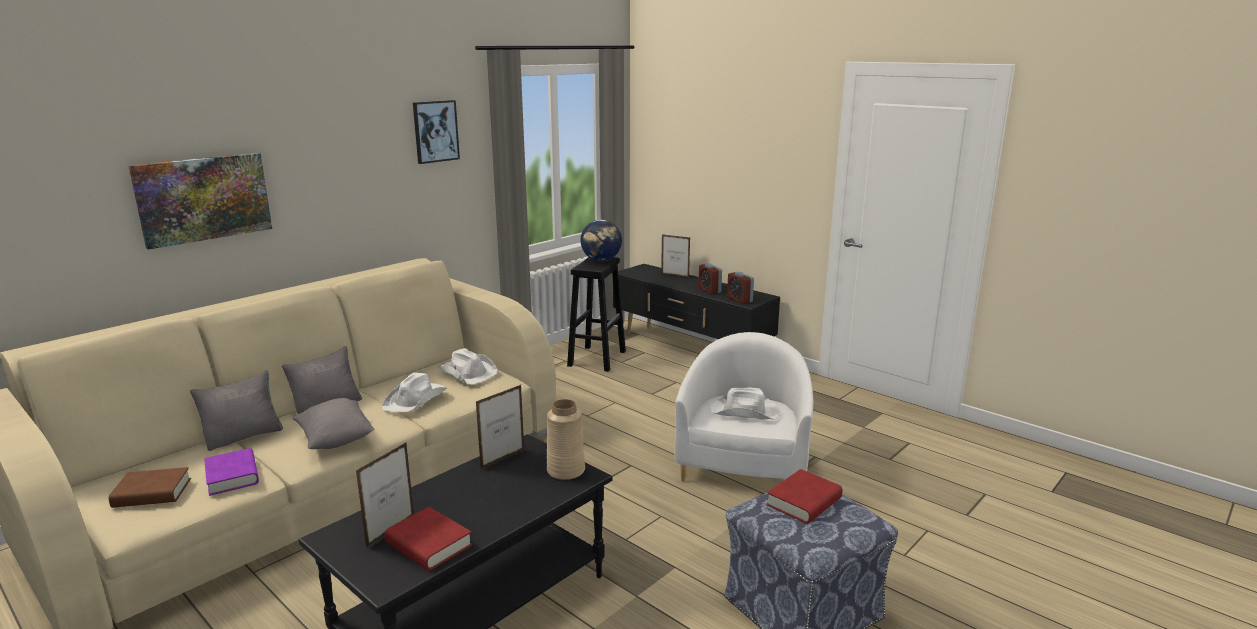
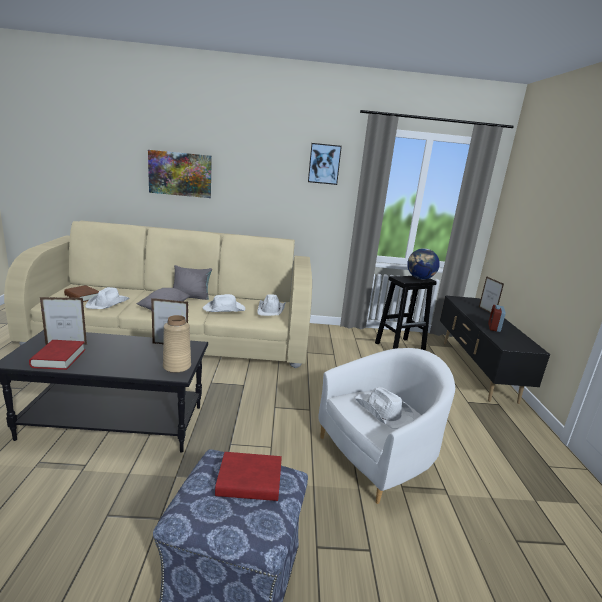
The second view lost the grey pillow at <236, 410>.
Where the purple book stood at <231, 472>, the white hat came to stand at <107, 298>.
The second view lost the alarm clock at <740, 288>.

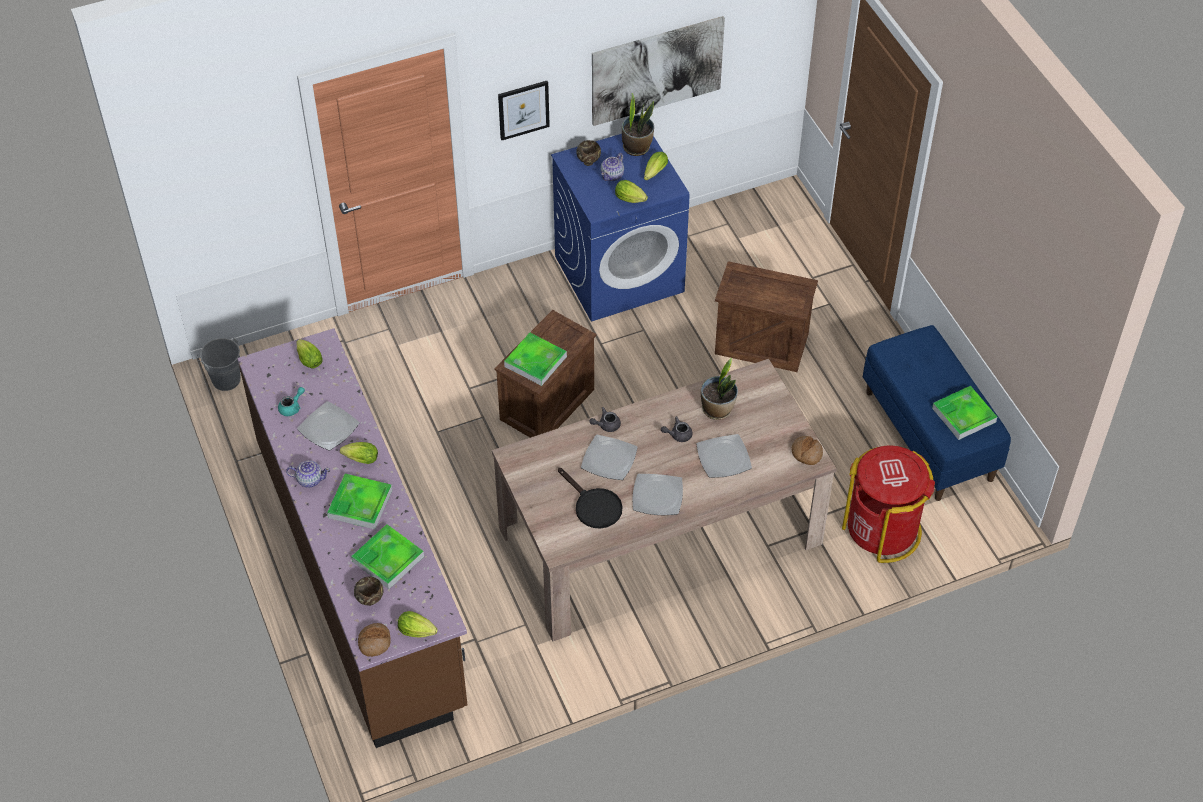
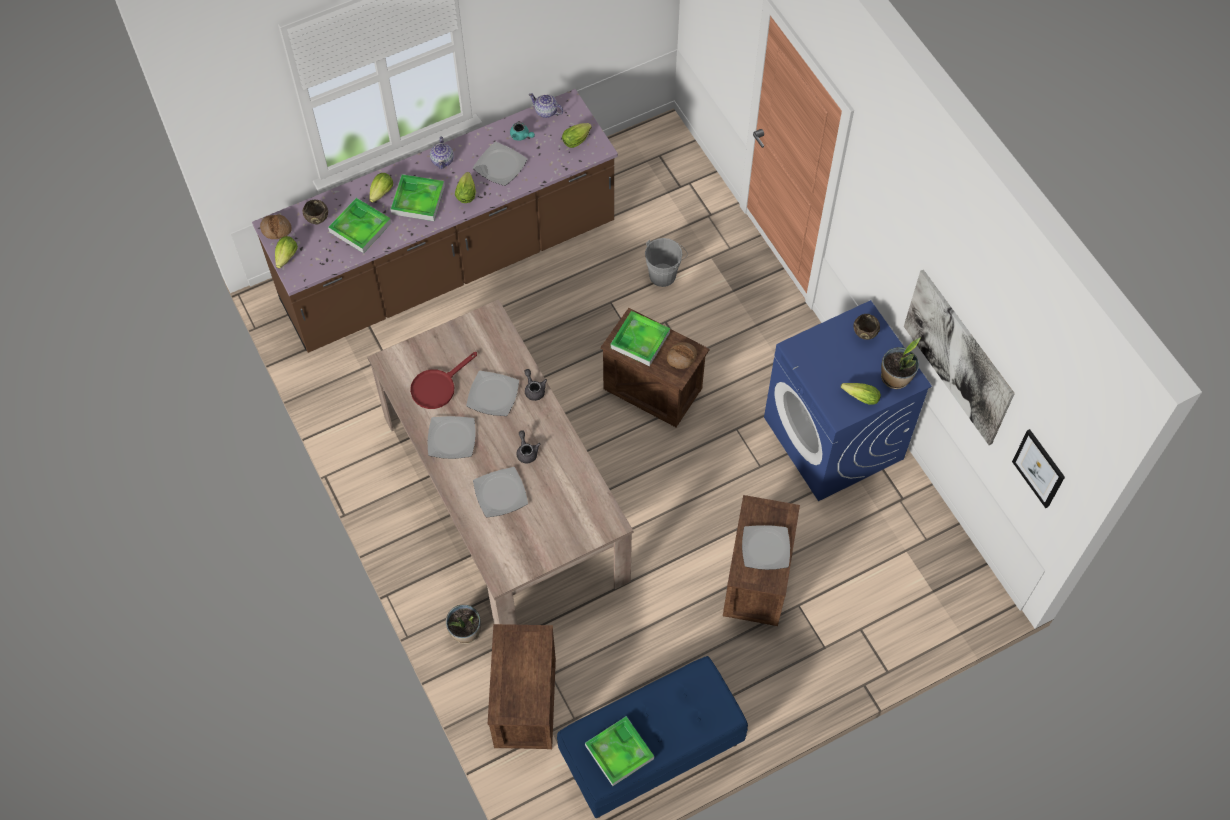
The grey bucket ended up elsewhere, having gone from <218, 364> to <666, 262>.
The picture ended up elsewhere, having gone from <524, 110> to <1038, 468>.
What was the black frying pan at <590, 498> turned into the red frying pan at <443, 380>.
The teapot ended up elsewhere, having gone from <612, 167> to <546, 105>.
The lettuce ended up elsewhere, having gone from <631, 191> to <381, 188>.
The potted plant ended up elsewhere, having gone from <719, 389> to <463, 624>.
The bread ended up elsewhere, having gone from <807, 450> to <682, 355>.
Where the red trash can stood at <888, 504>, the crate came to stand at <522, 686>.
The second view gained the plate at <766, 547>.

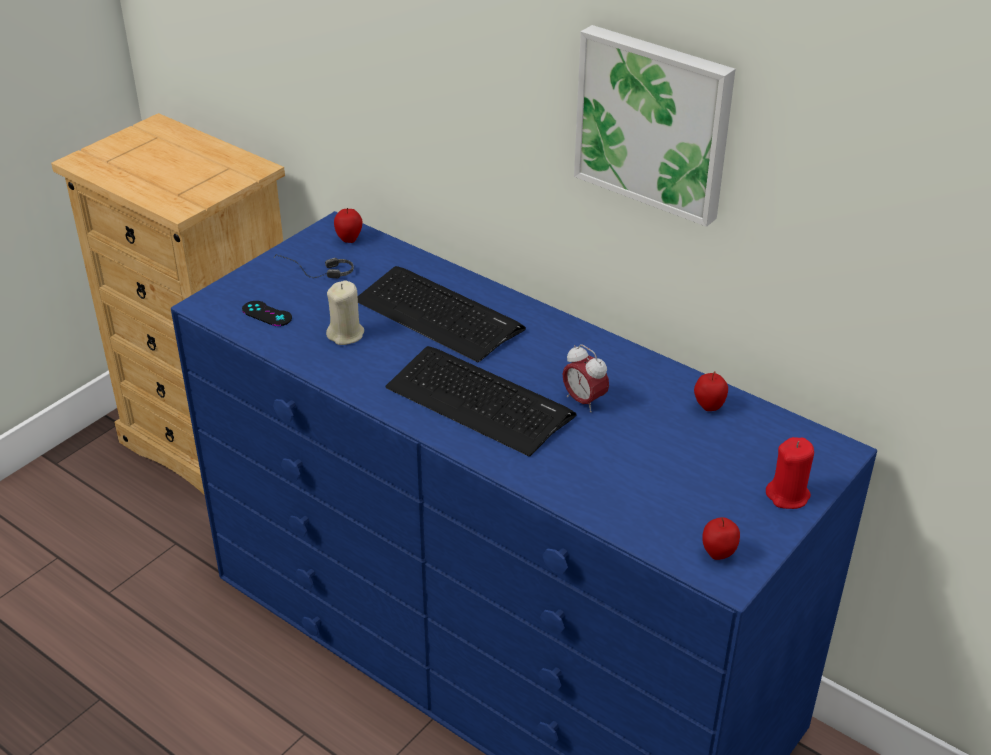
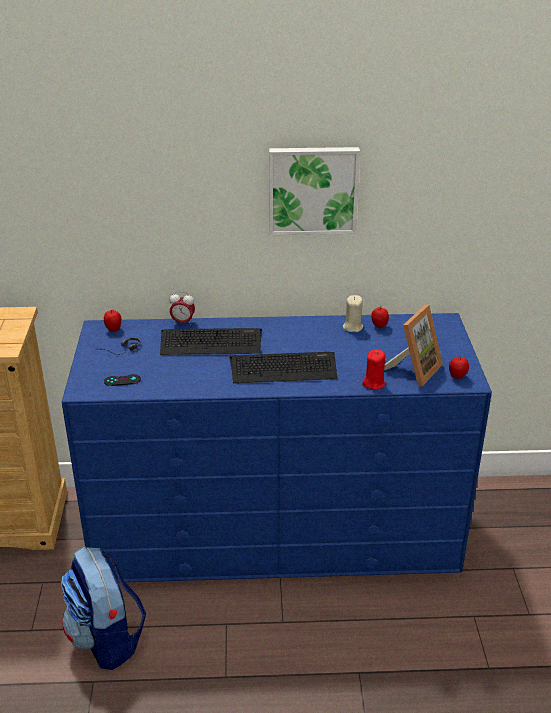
The beige candle ended up elsewhere, having gone from <345, 313> to <353, 313>.
The alarm clock ended up elsewhere, having gone from <585, 378> to <182, 308>.
The red candle ended up elsewhere, having gone from <790, 473> to <373, 369>.
The second view gained the backpack at <103, 608>.
The second view gained the picture frame at <413, 345>.

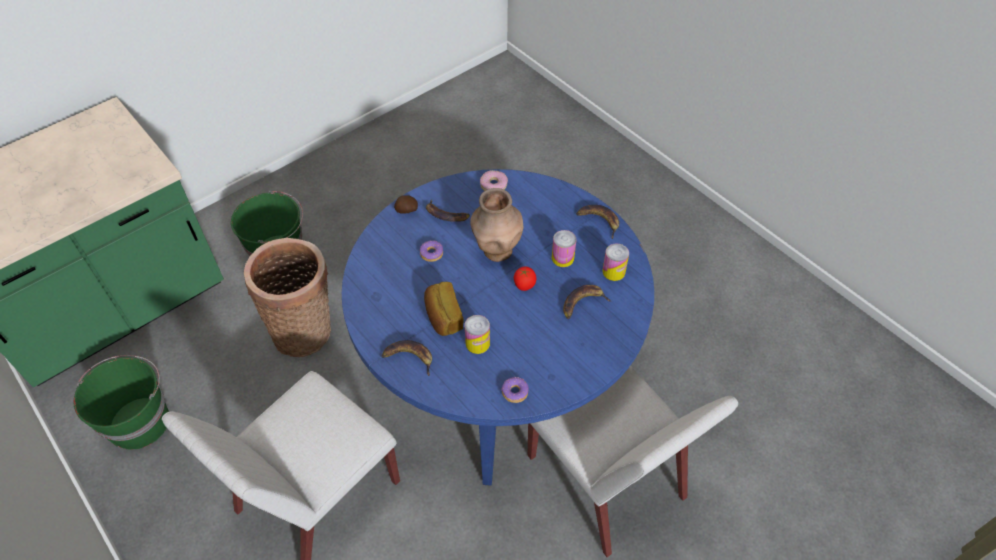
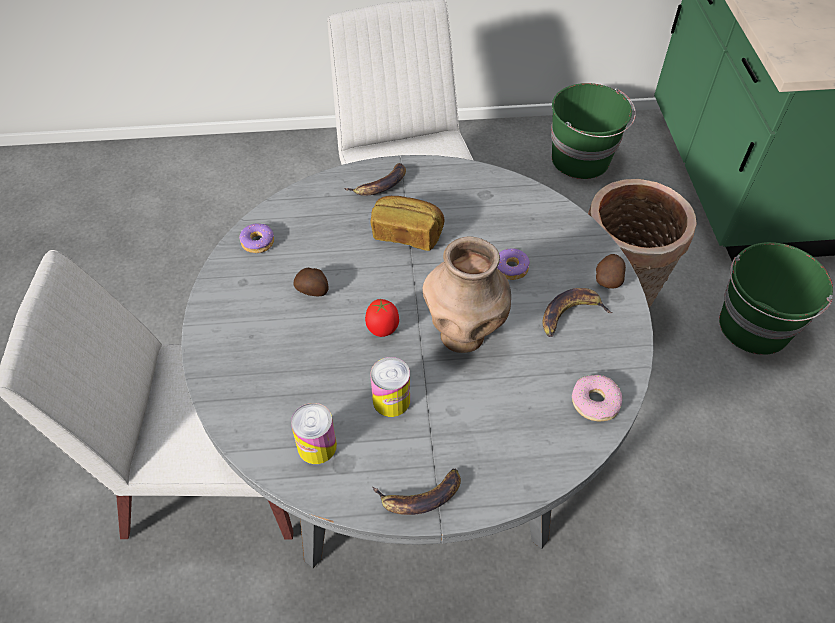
What was the blue dining table at <498, 327> turned into the grey dining table at <417, 362>.
The second view lost the can at <477, 334>.
The second view lost the banana at <587, 302>.
The second view gained the potato at <311, 282>.

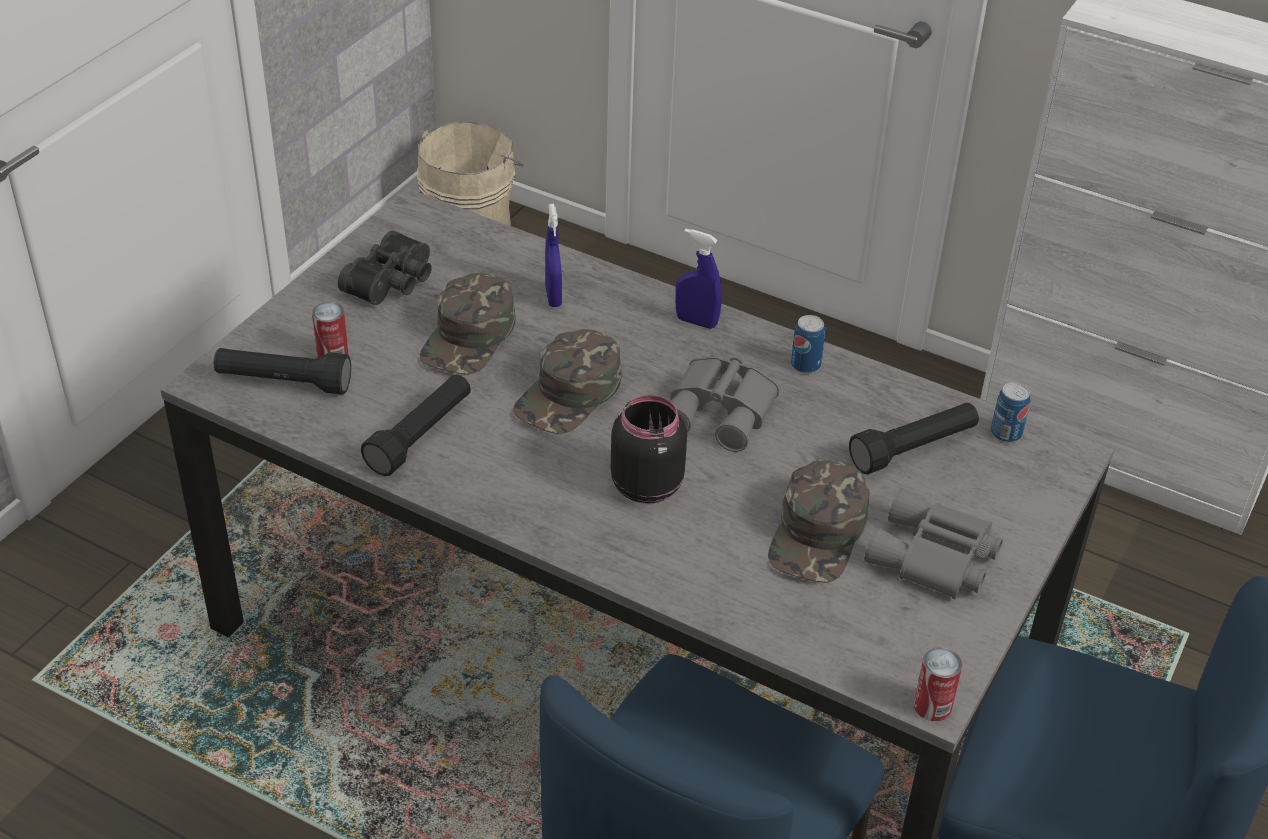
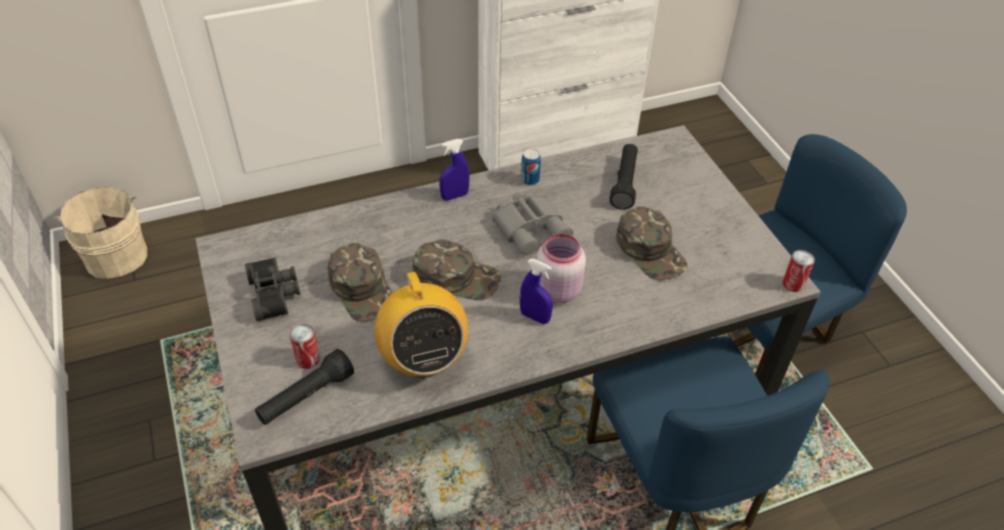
Where the black flashlight stood at <416, 425>, the radio came to stand at <422, 325>.
The green cap at <567, 381> ended up facing another way, 60 degrees counterclockwise from before.
The blue spray bottle ended up elsewhere, having gone from <553, 255> to <536, 291>.
What was the black jar at <649, 449> turned into the pink jar at <561, 268>.
The second view lost the grey binoculars at <933, 543>.
The second view lost the can at <1011, 412>.

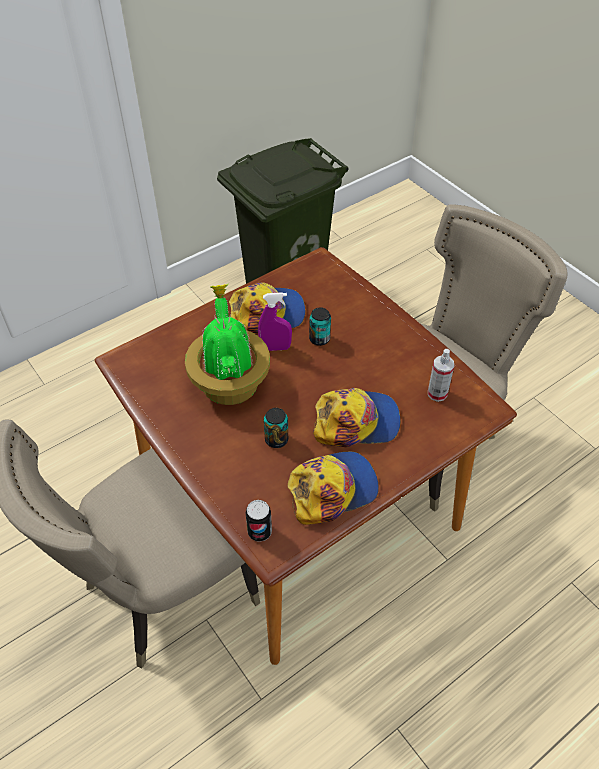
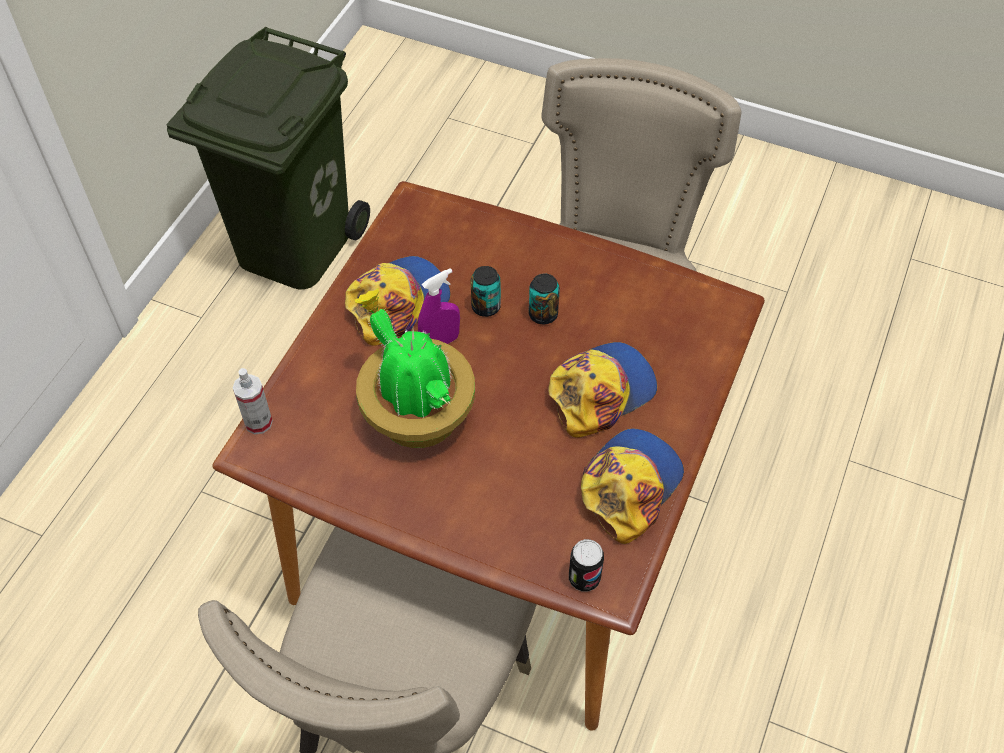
The can ended up elsewhere, having gone from <276, 428> to <544, 299>.
The spray bottle ended up elsewhere, having gone from <441, 375> to <253, 401>.

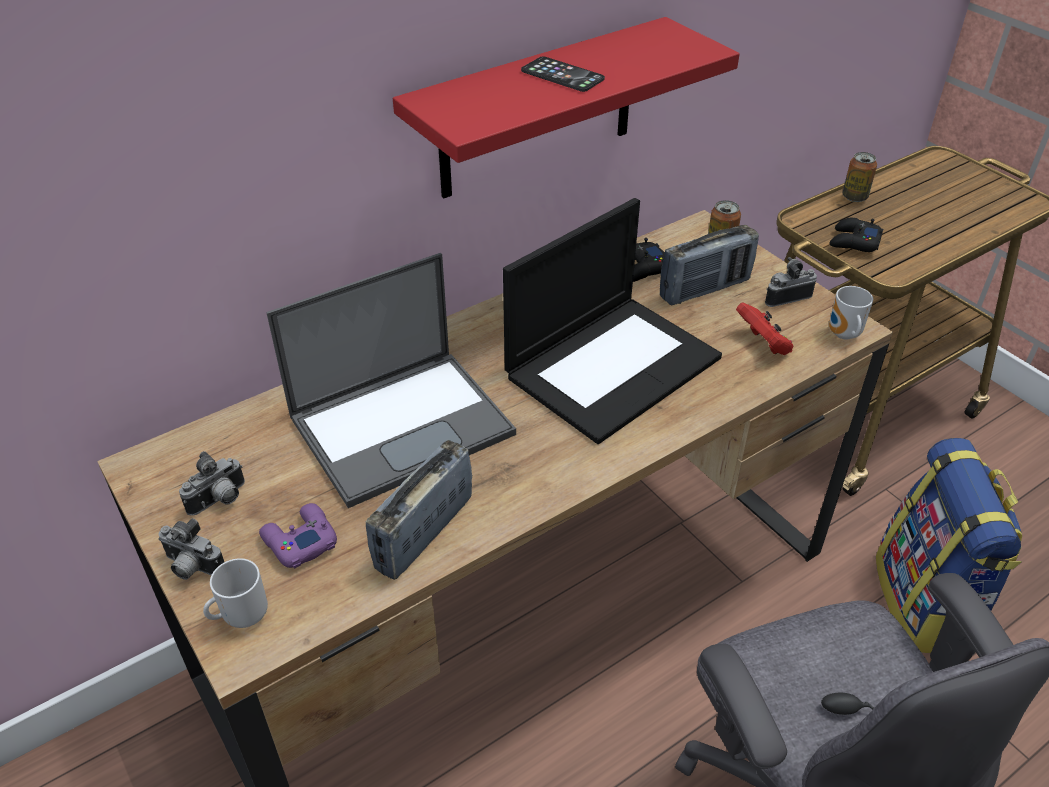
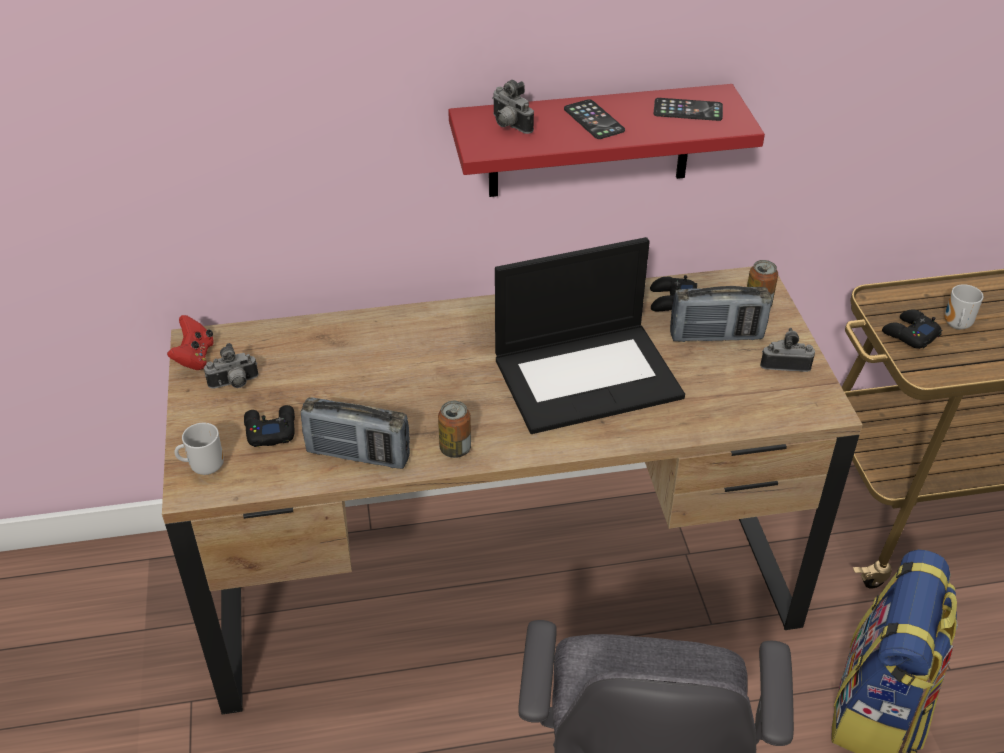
The photo camera ended up elsewhere, having gone from <191, 549> to <513, 107>.
What was the purple game controller at <298, 536> turned into the black game controller at <269, 426>.
The second view lost the laptop at <391, 380>.
The radio at <419, 510> ended up facing another way, 135 degrees counterclockwise from before.
The red game controller ended up elsewhere, having gone from <765, 328> to <190, 342>.
The mug ended up elsewhere, having gone from <851, 312> to <964, 307>.
The can ended up elsewhere, having gone from <860, 177> to <454, 429>.
The second view gained the phone at <688, 109>.

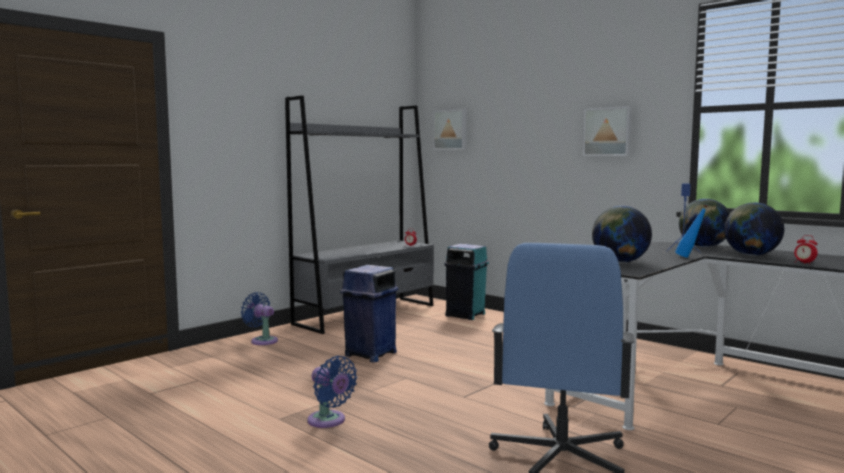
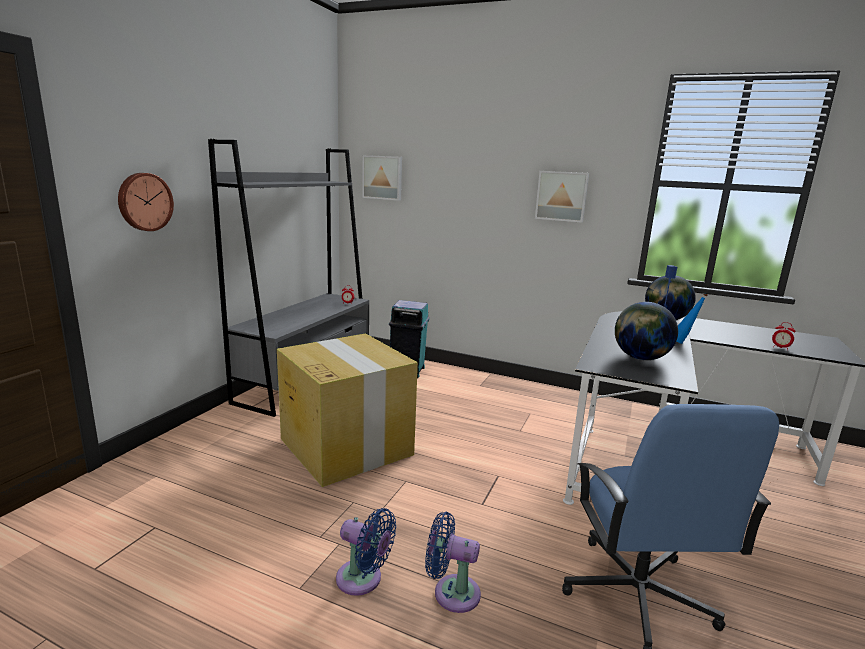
The blue fan ended up elsewhere, having gone from <259, 318> to <453, 562>.
Where the blue trash can stood at <369, 313>, the cardboard box came to stand at <347, 410>.
The second view lost the globe at <754, 229>.
The second view gained the wall clock at <146, 202>.

